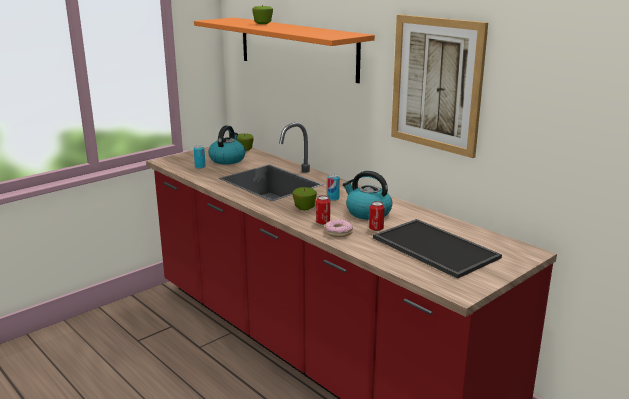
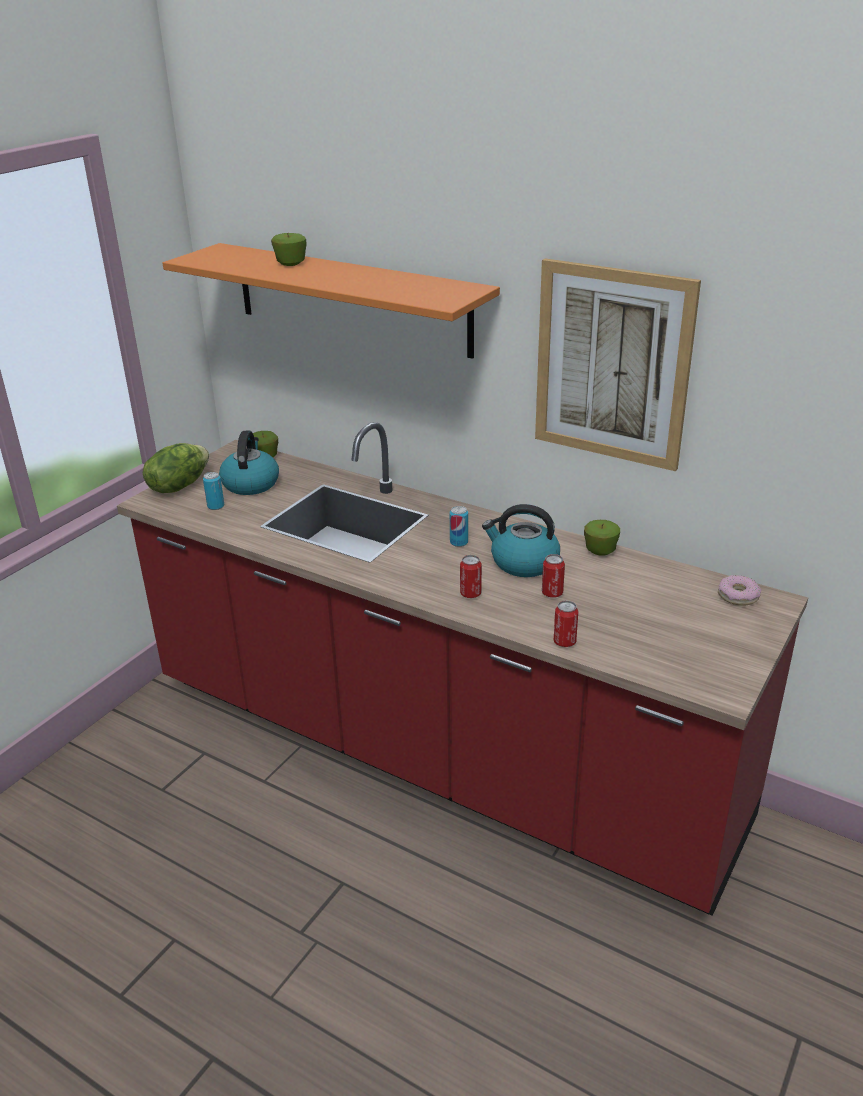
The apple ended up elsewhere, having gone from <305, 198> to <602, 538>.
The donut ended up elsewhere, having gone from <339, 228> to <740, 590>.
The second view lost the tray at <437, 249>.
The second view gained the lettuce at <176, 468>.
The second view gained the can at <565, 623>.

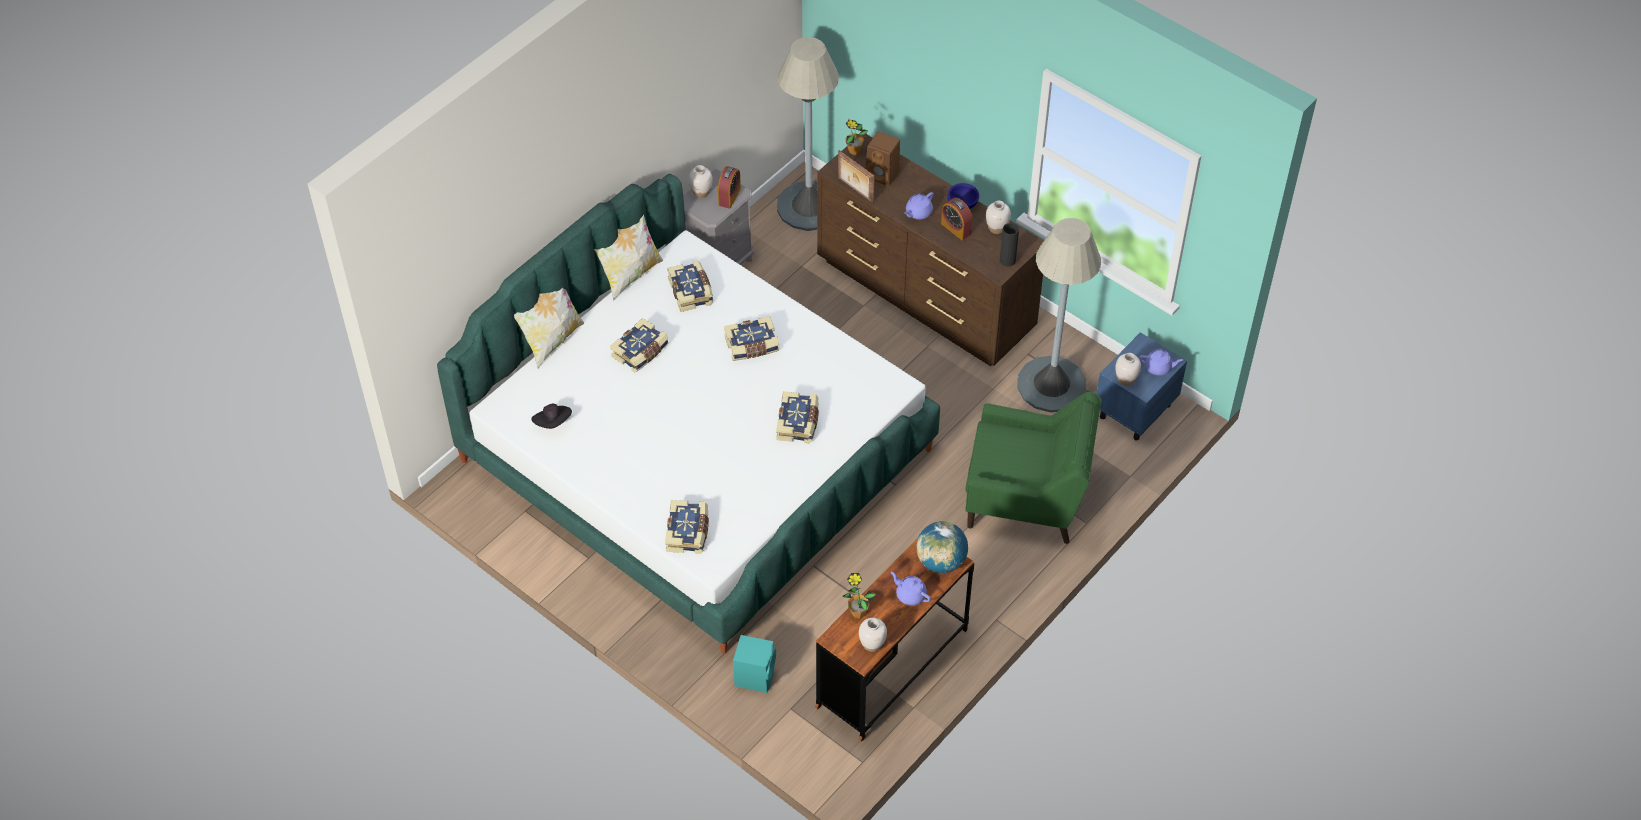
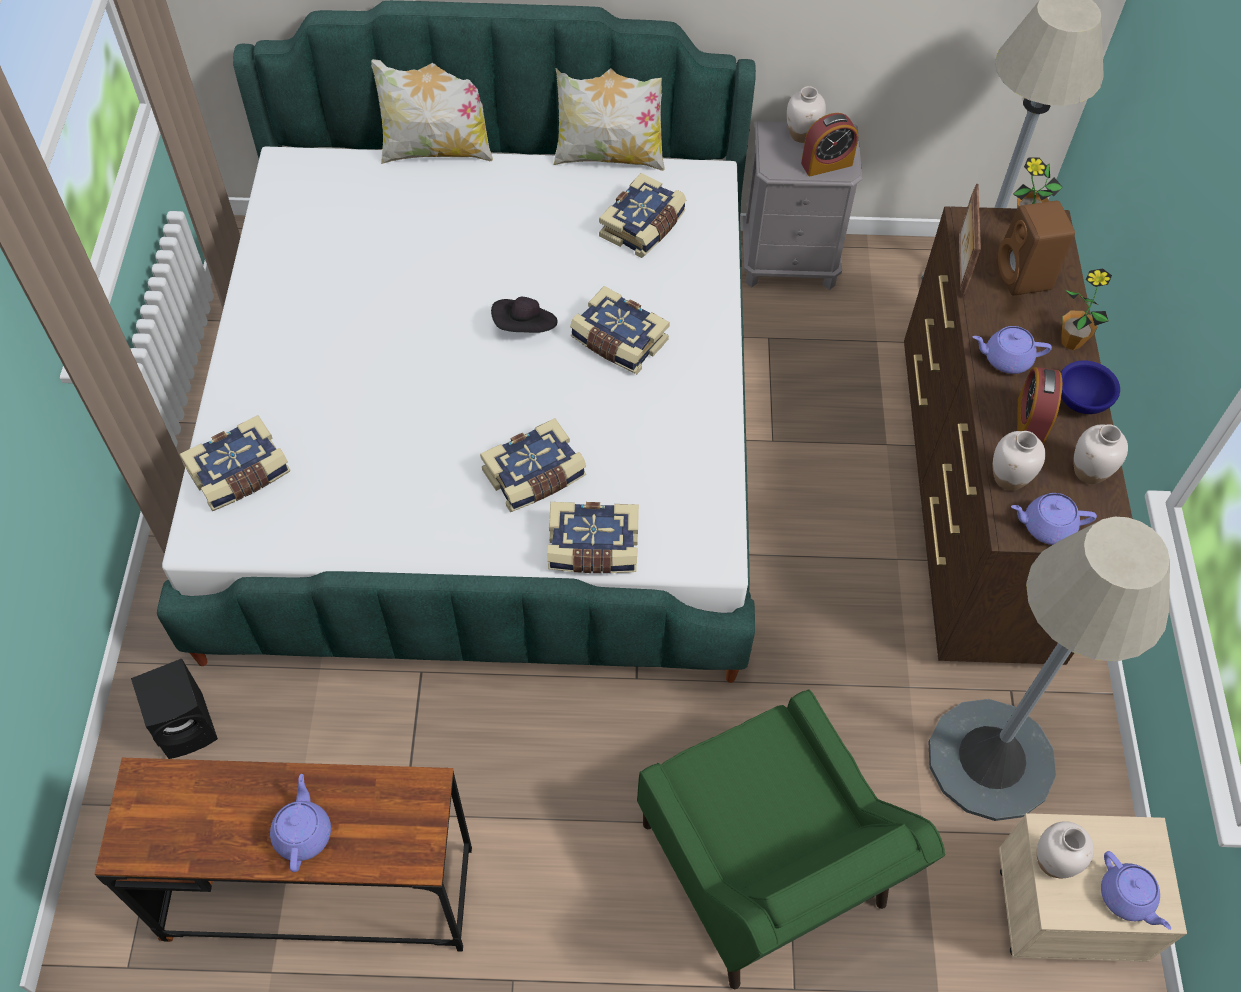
The black hat ended up elsewhere, having gone from <551, 416> to <524, 315>.
The book ended up elsewhere, having gone from <639, 345> to <593, 537>.
What was the turquoise speaker at <754, 664> turned into the black speaker at <174, 709>.
The potted plant ended up elsewhere, having gone from <859, 595> to <1086, 309>.
The white vase ended up elsewhere, having gone from <873, 635> to <1019, 461>.
The second view lost the globe at <942, 547>.
Where the black vase stood at <1009, 245>, the purple teapot came to stand at <1054, 519>.
What was the blue nightstand at <1142, 386> turned into the beige nightstand at <1093, 887>.

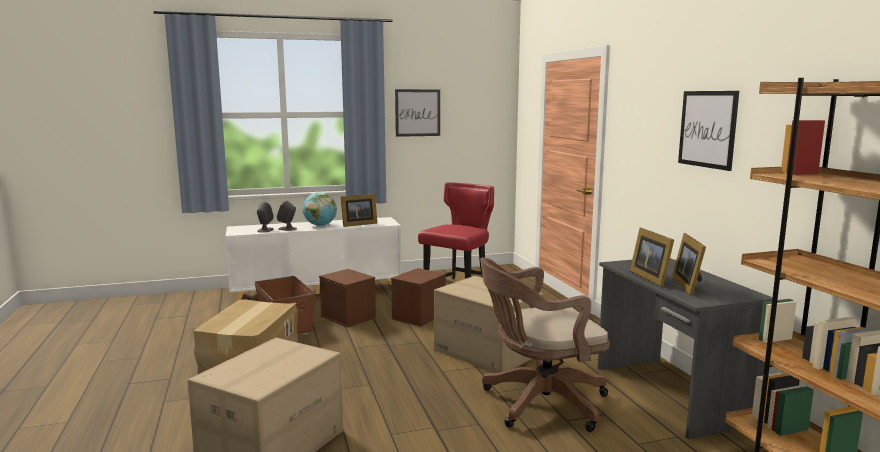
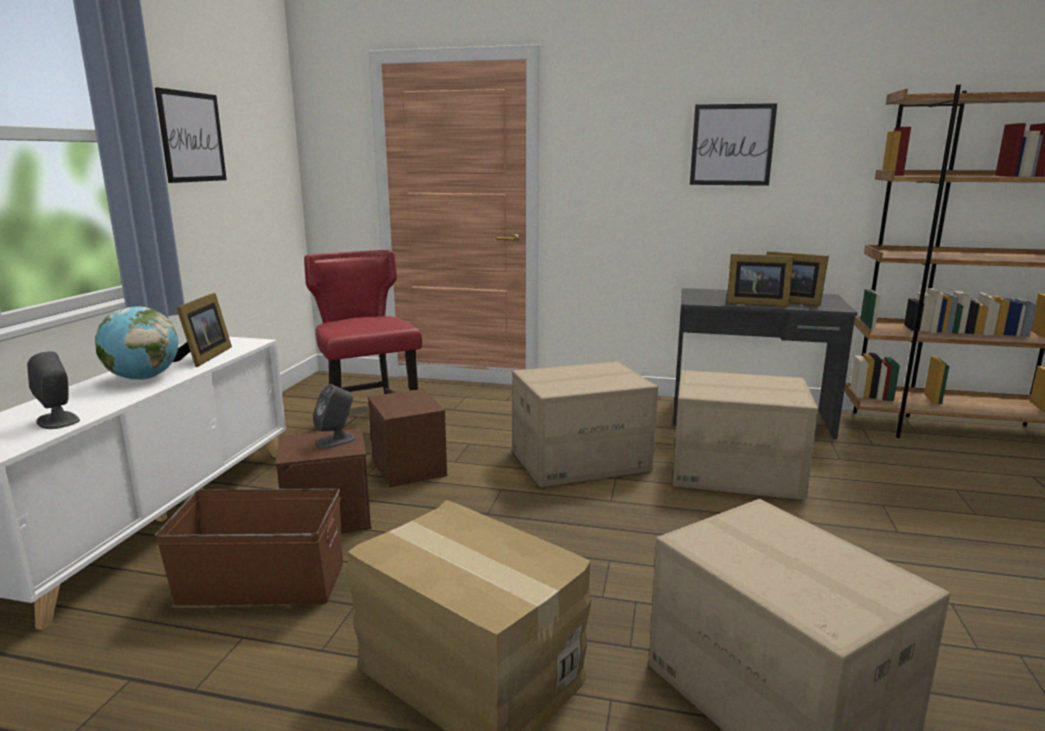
The grey speaker ended up elsewhere, having gone from <287, 216> to <334, 416>.
Where the brown office chair stood at <545, 345>, the cardboard box came to stand at <745, 435>.

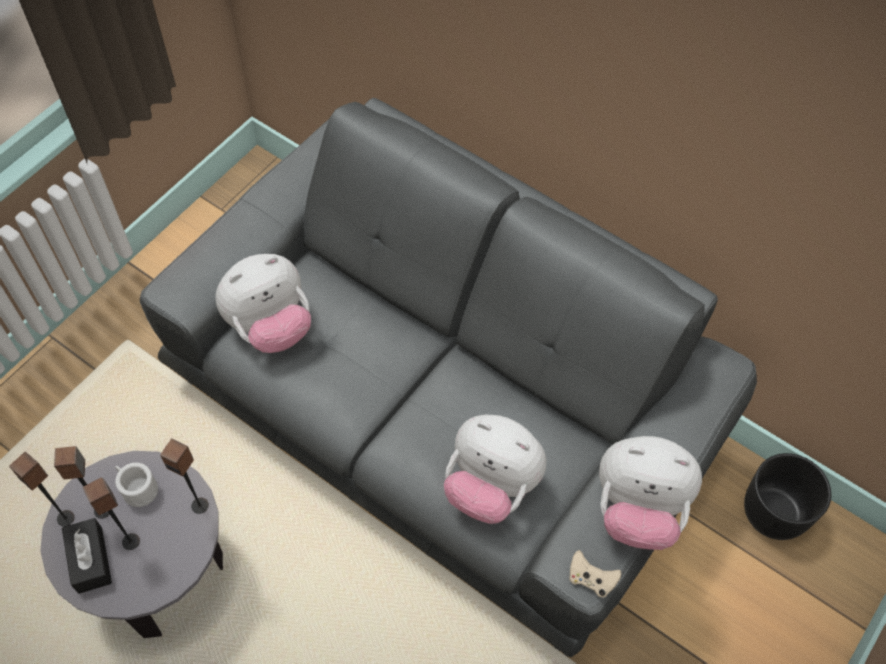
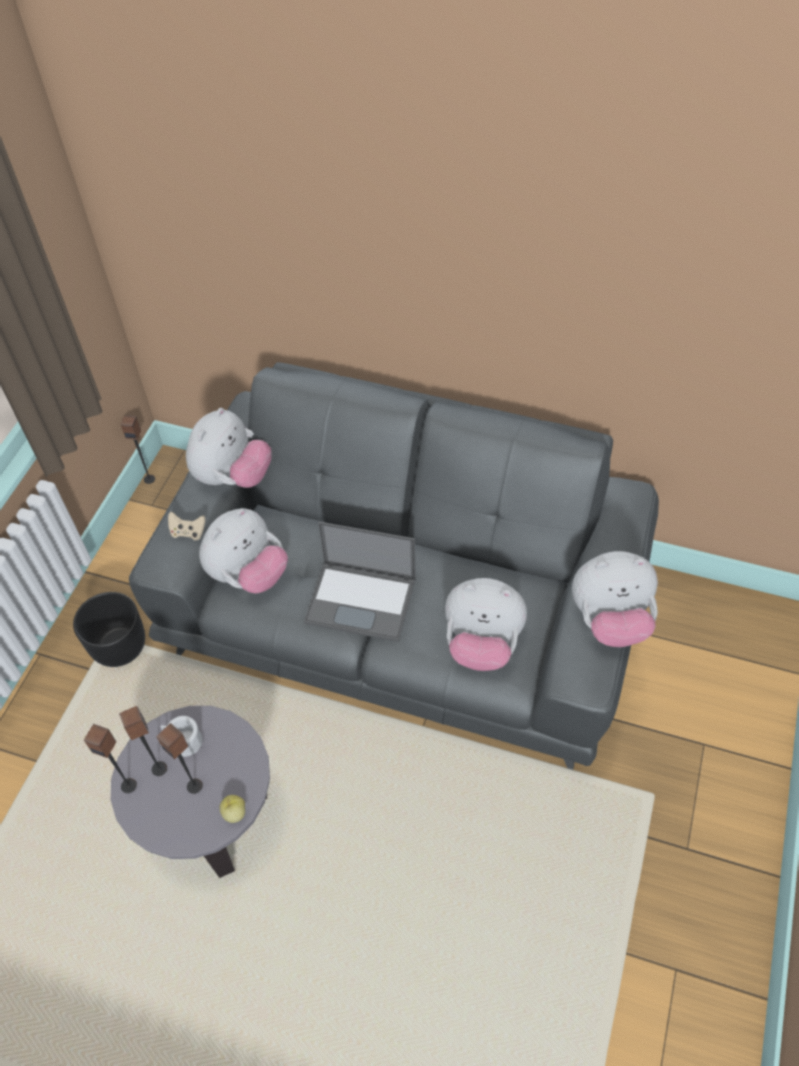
The second view lost the black tissue box at <87, 556>.
The speaker ended up elsewhere, having gone from <184, 476> to <138, 449>.
The beige game controller ended up elsewhere, having gone from <595, 574> to <186, 526>.
The black planter ended up elsewhere, having gone from <787, 496> to <109, 629>.
The second view gained the plush toy at <229, 448>.
The second view gained the apple at <232, 809>.
The second view gained the laptop at <360, 582>.

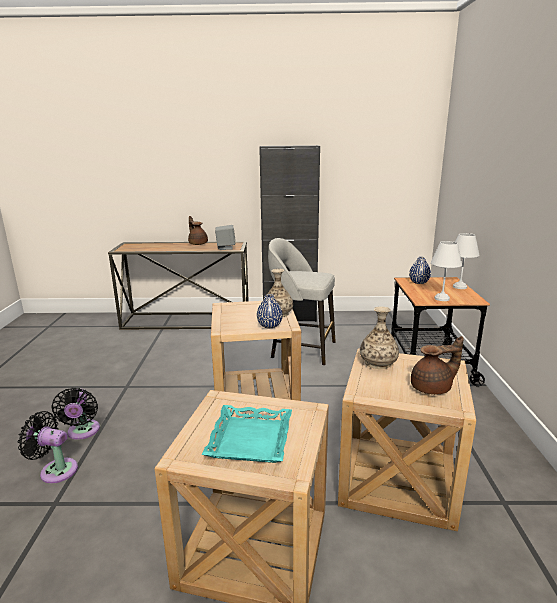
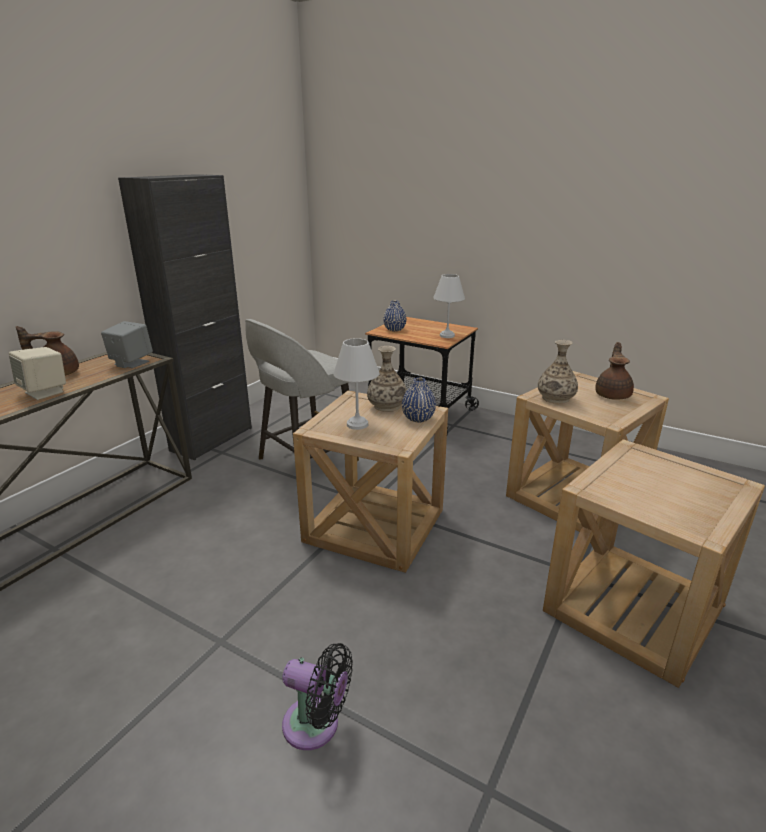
The second view lost the black fan at <48, 447>.
The second view lost the turquoise tray at <247, 434>.
The white table lamp ended up elsewhere, having gone from <466, 261> to <356, 384>.
The second view gained the beige speaker at <37, 373>.

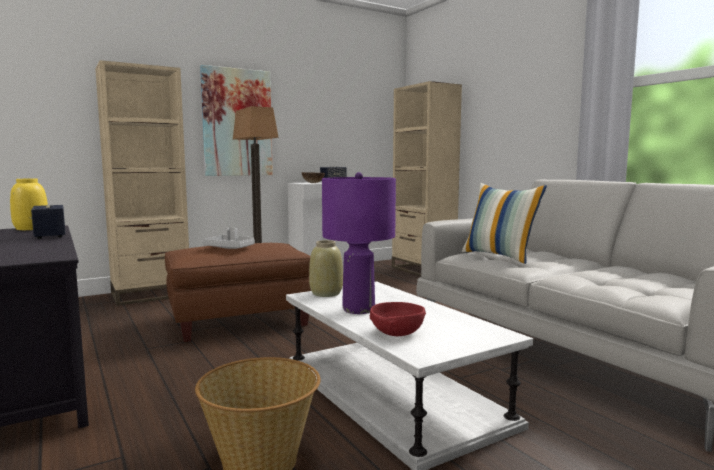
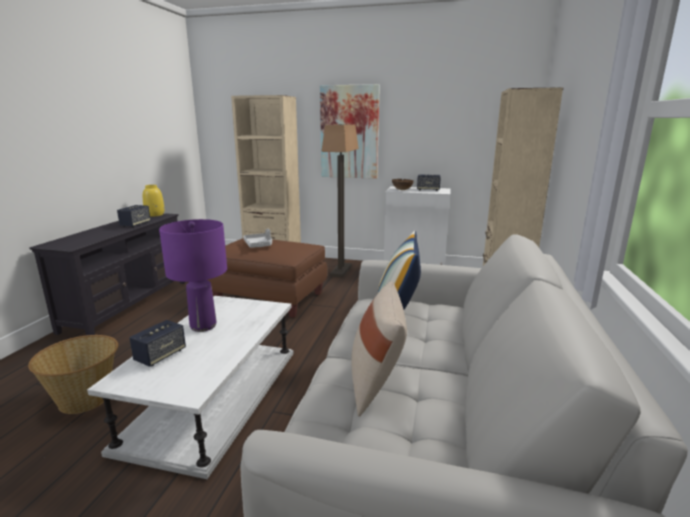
The second view lost the beige vase at <326, 268>.
Where the red bowl stood at <398, 319>, the speaker came to stand at <157, 343>.
The second view gained the beige pillow at <379, 349>.

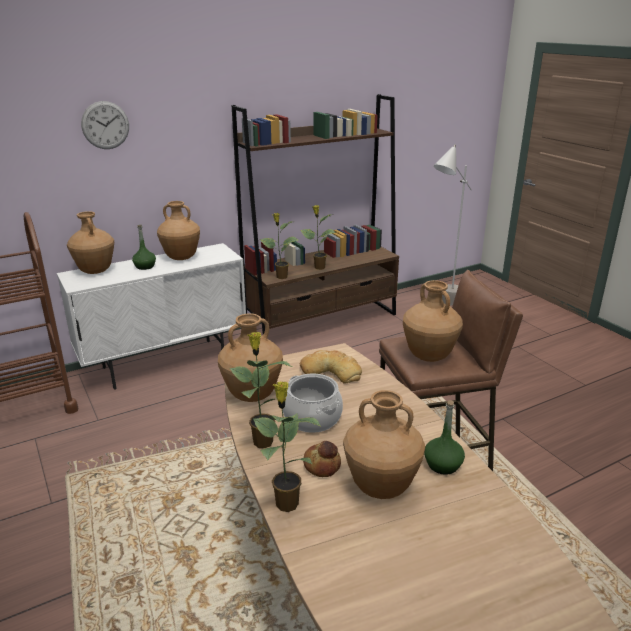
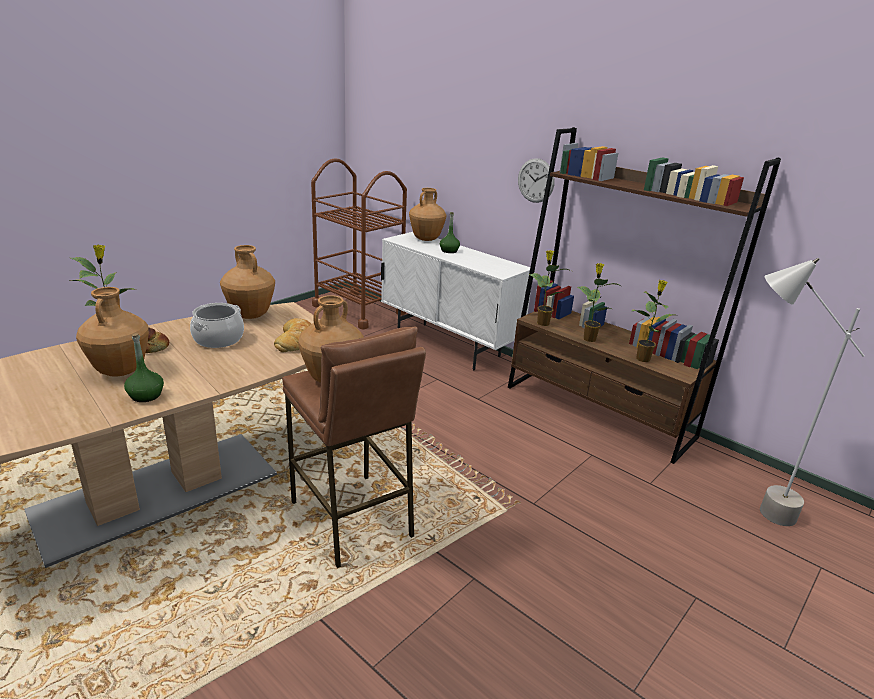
The wall clock ended up elsewhere, having gone from <105, 125> to <536, 180>.
The second view lost the brown vase at <178, 230>.
The potted plant ended up elsewhere, having gone from <260, 390> to <653, 321>.

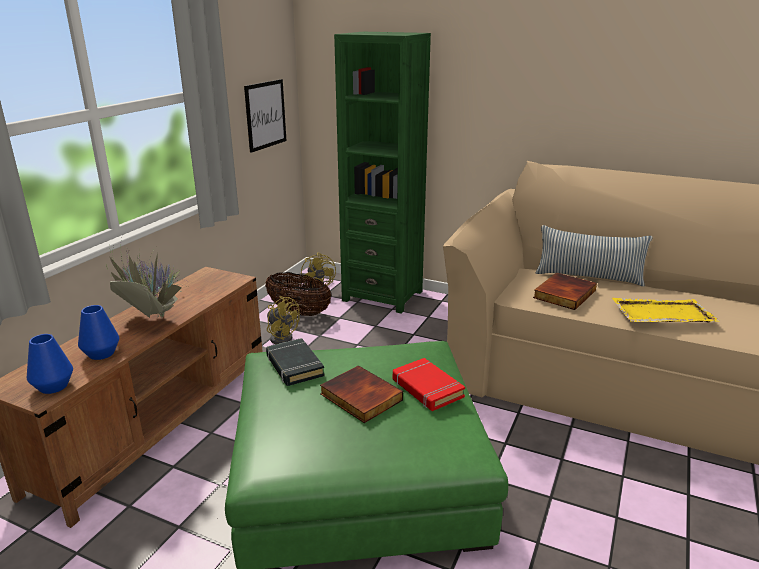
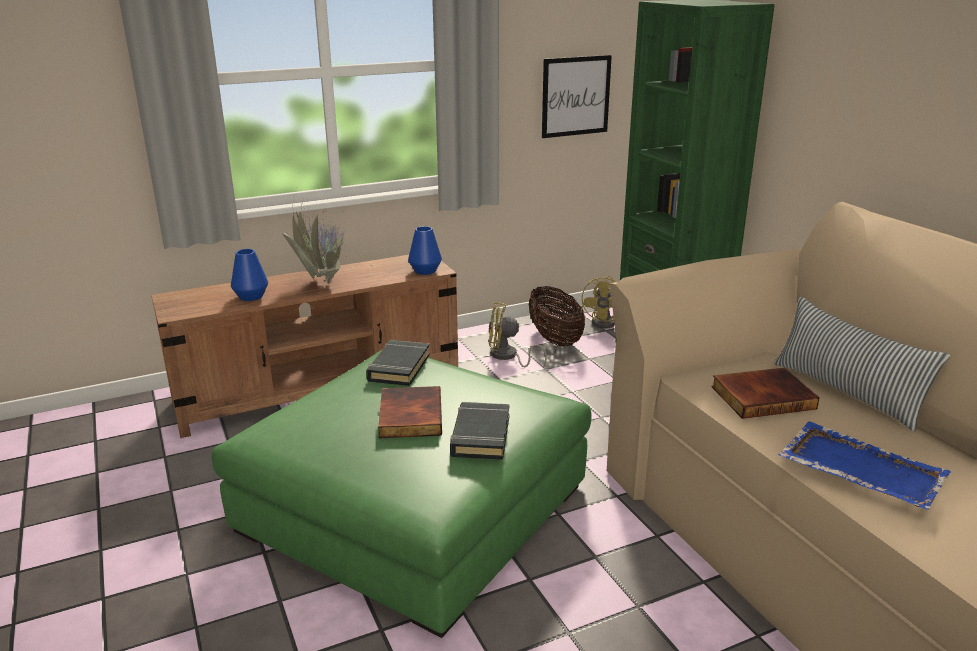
The blue vase ended up elsewhere, having gone from <50, 364> to <425, 250>.
The yellow fan at <283, 320> ended up facing another way, 105 degrees clockwise from before.
What was the red book at <429, 384> turned into the black book at <480, 431>.
What was the yellow tray at <666, 310> turned into the blue tray at <864, 465>.

